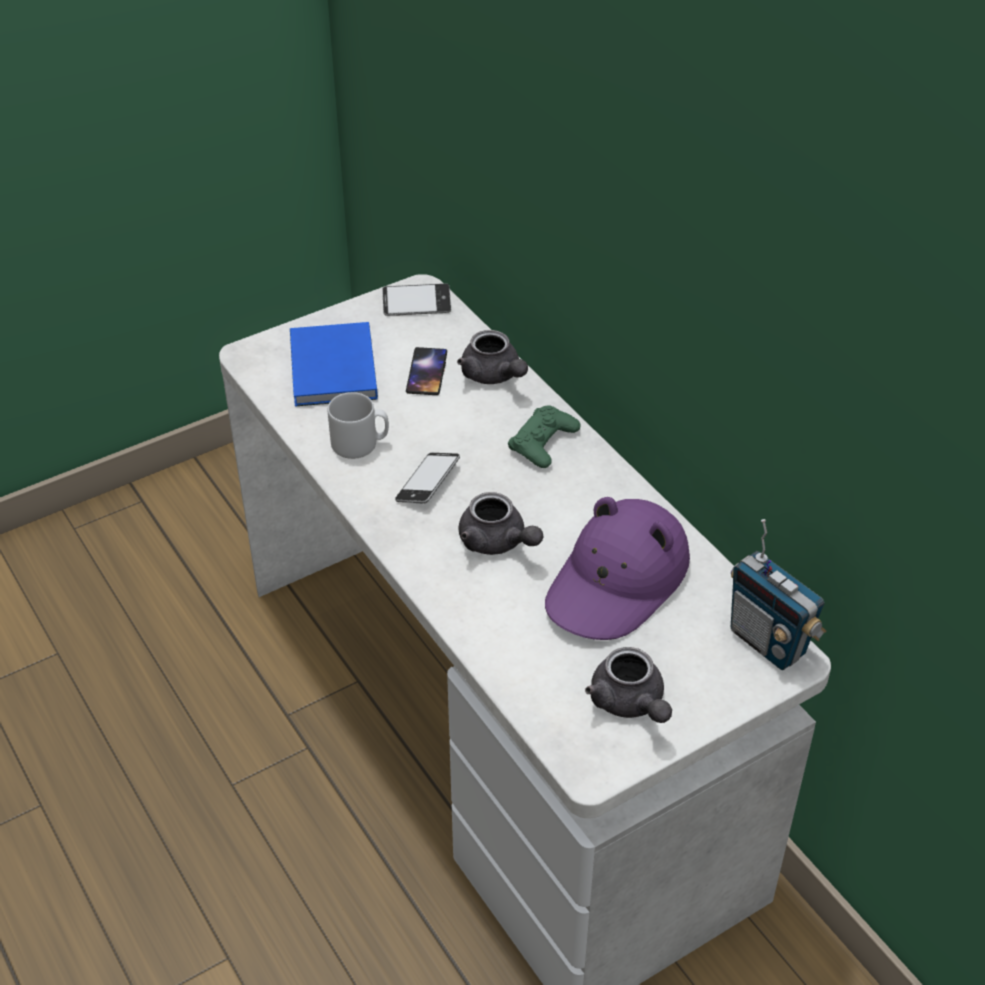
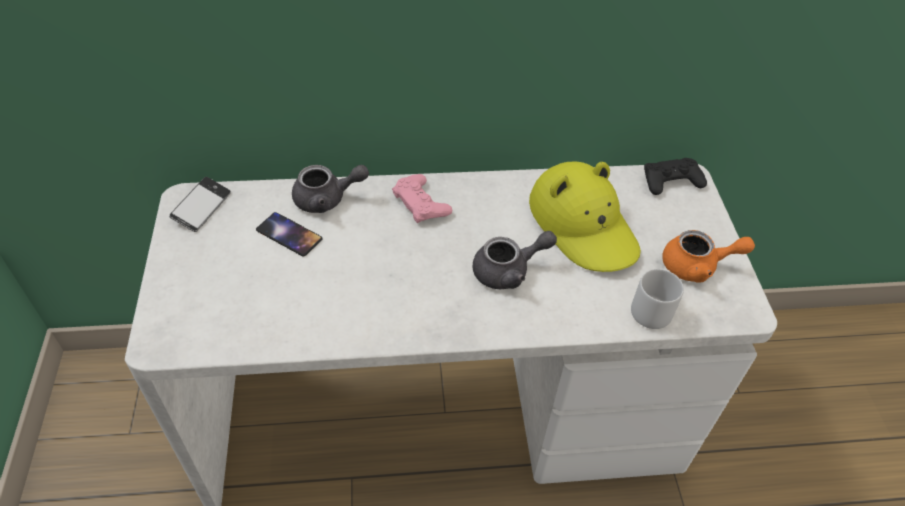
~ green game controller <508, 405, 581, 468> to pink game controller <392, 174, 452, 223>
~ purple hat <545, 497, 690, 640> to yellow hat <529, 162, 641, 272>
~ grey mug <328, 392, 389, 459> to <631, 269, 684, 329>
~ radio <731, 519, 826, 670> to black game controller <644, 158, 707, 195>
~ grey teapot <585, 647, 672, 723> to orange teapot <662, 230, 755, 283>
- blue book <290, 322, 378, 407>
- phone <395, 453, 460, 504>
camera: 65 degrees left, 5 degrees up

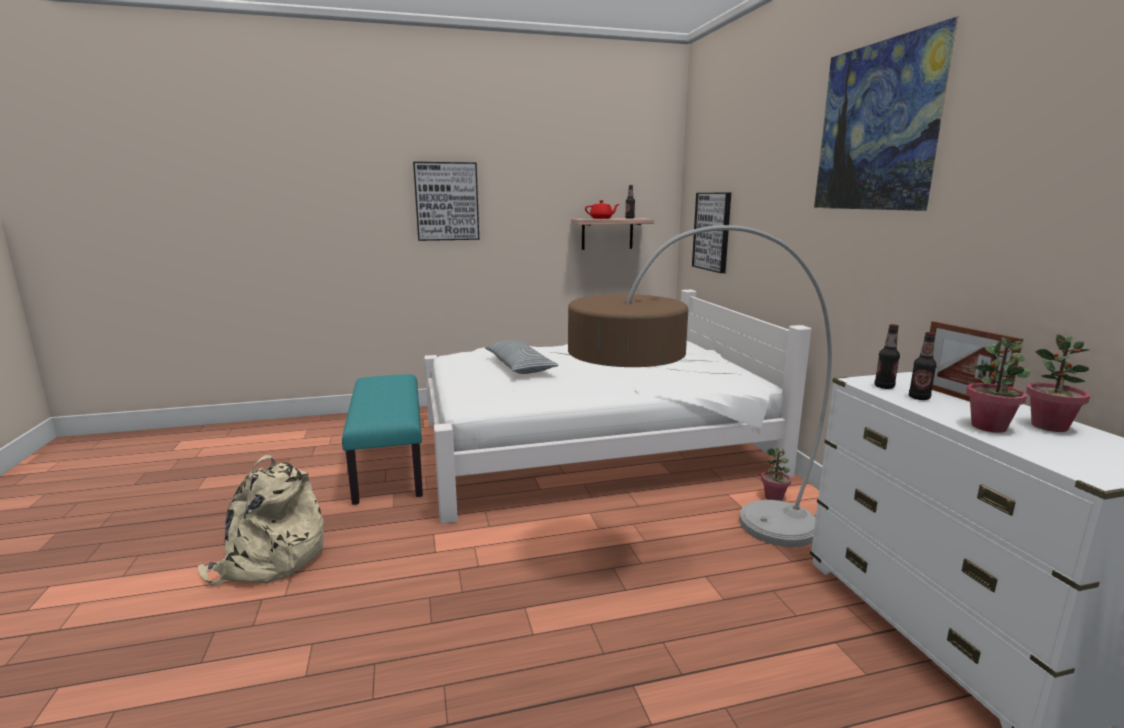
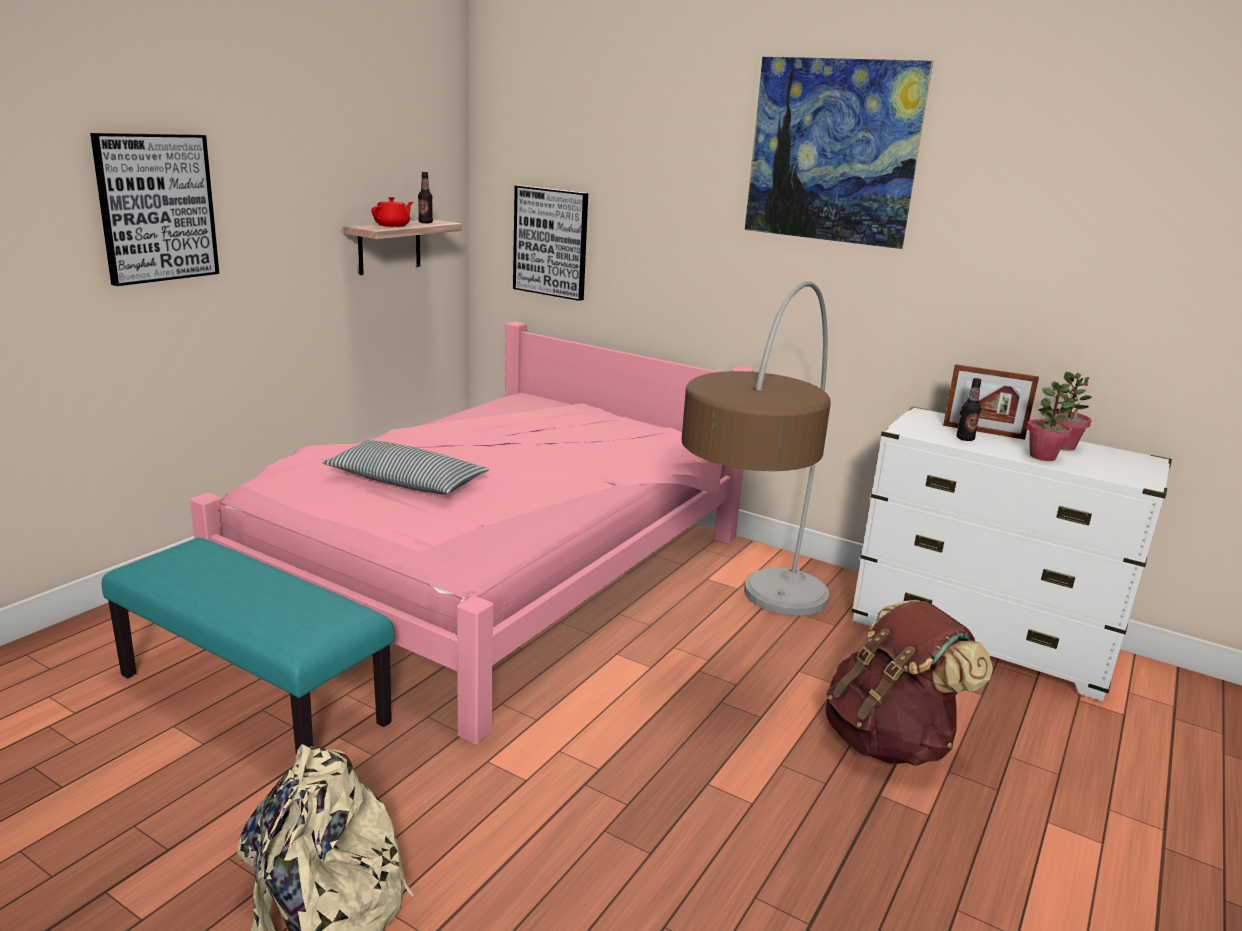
~ white bed <424, 290, 811, 524> to pink bed <190, 321, 755, 745>
+ brown backpack <826, 600, 993, 766>
- potted plant <761, 447, 791, 501>
- bottle <875, 324, 900, 389>
camera: 45 degrees left, 5 degrees up

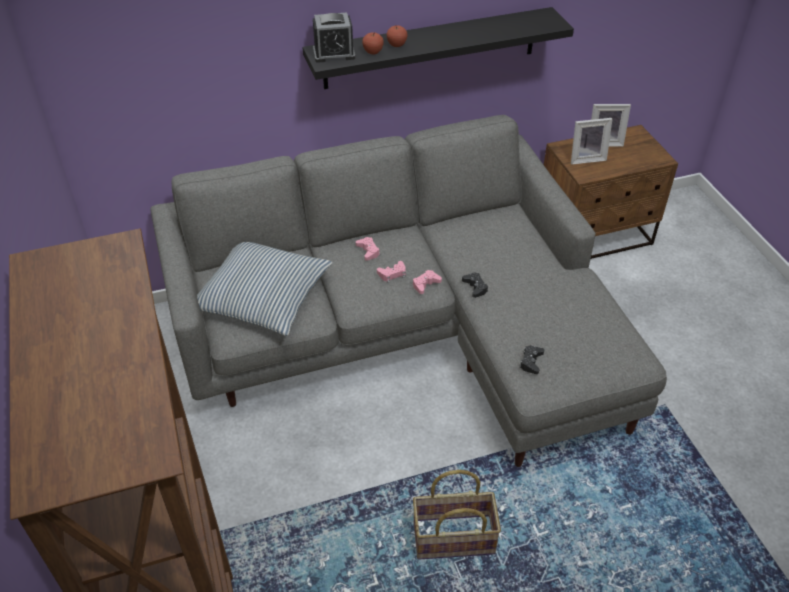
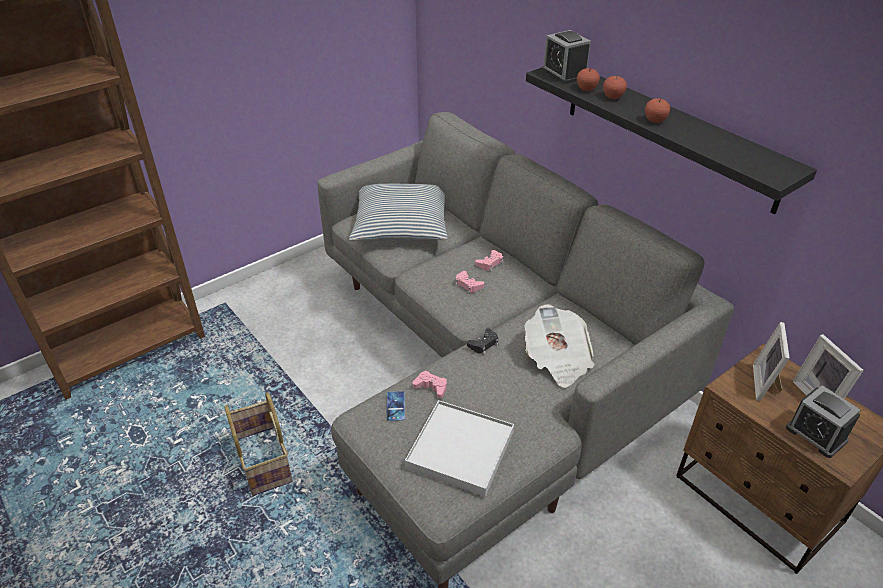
~ black game controller <519, 345, 544, 374> to phone <387, 391, 405, 421>
+ white tray <405, 400, 514, 497>
~ pink game controller <413, 270, 442, 294> to <413, 371, 447, 398>
+ newspaper <524, 304, 595, 388>
+ apple <645, 98, 670, 123>
~ picture frame <571, 118, 612, 165> = <753, 322, 790, 401> 45 degrees clockwise
+ alarm clock <786, 385, 860, 458>
camera: 70 degrees right, 5 degrees down

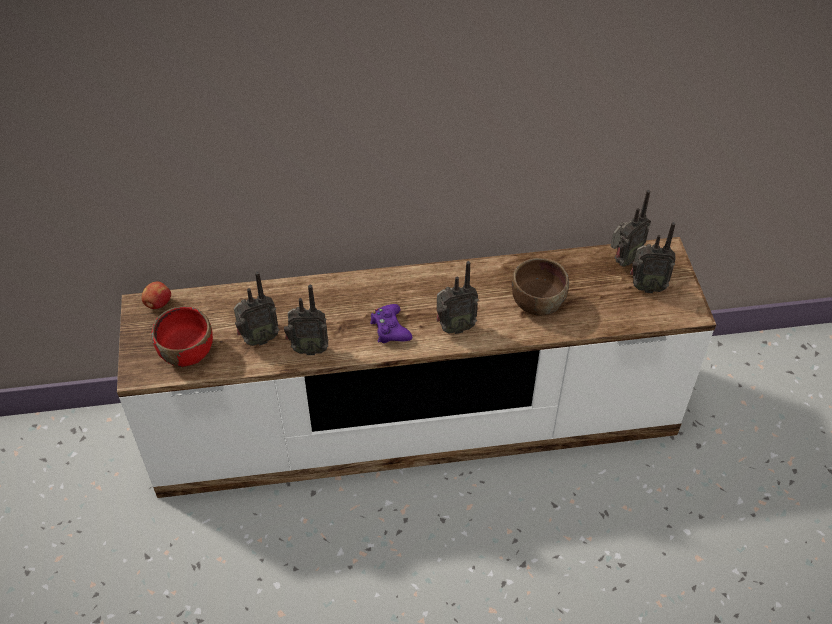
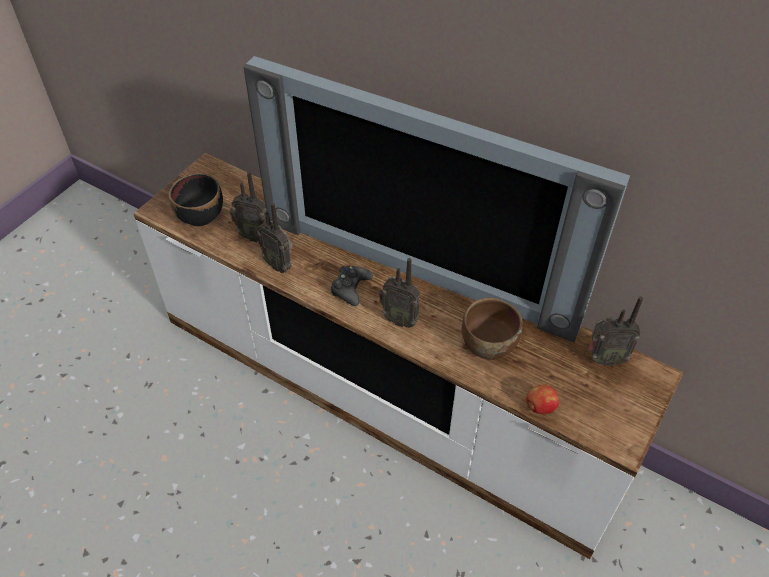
~ red bowl <151, 306, 213, 367> to black bowl <168, 173, 223, 226>
+ television <243, 56, 630, 342>
~ purple game controller <370, 304, 412, 343> to black game controller <331, 265, 373, 306>
~ apple <142, 282, 171, 309> to <526, 385, 559, 414>
- radio <630, 222, 676, 293>
camera: 40 degrees right, 0 degrees up

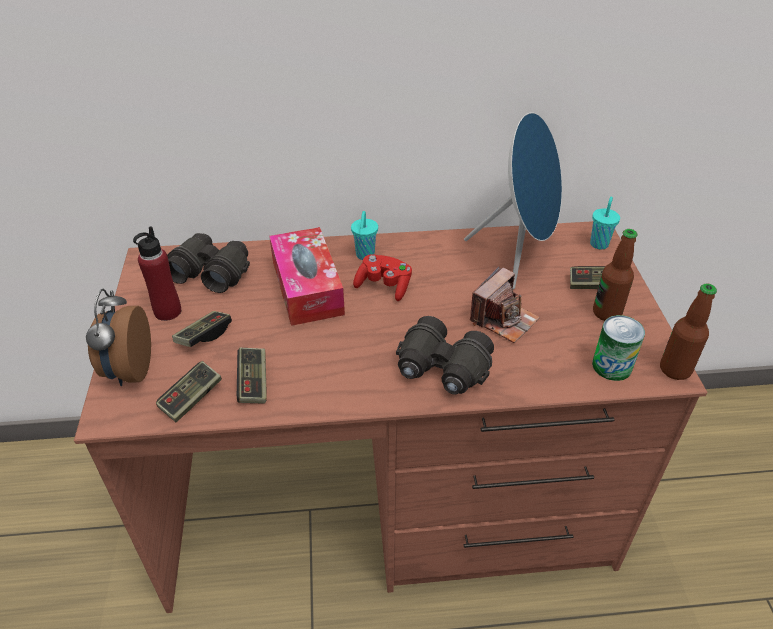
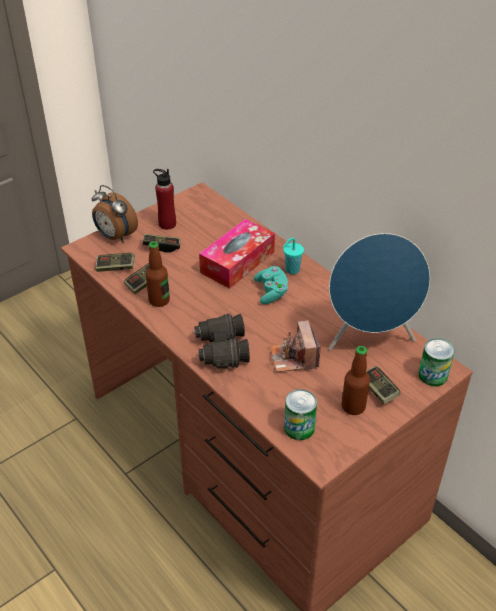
~ alarm clock <86, 289, 151, 386> = <92, 185, 138, 242> 105 degrees counterclockwise
~ bottle <660, 283, 717, 380> to <146, 241, 170, 307>
~ red game controller <353, 254, 412, 301> to turquoise game controller <254, 266, 288, 304>
~ photo camera <470, 266, 540, 343> = <270, 320, 320, 372> 75 degrees clockwise
~ turquoise cup <590, 197, 620, 249> to can <419, 338, 455, 386>
- black binoculars <167, 233, 250, 293>
camera: 55 degrees right, 0 degrees up

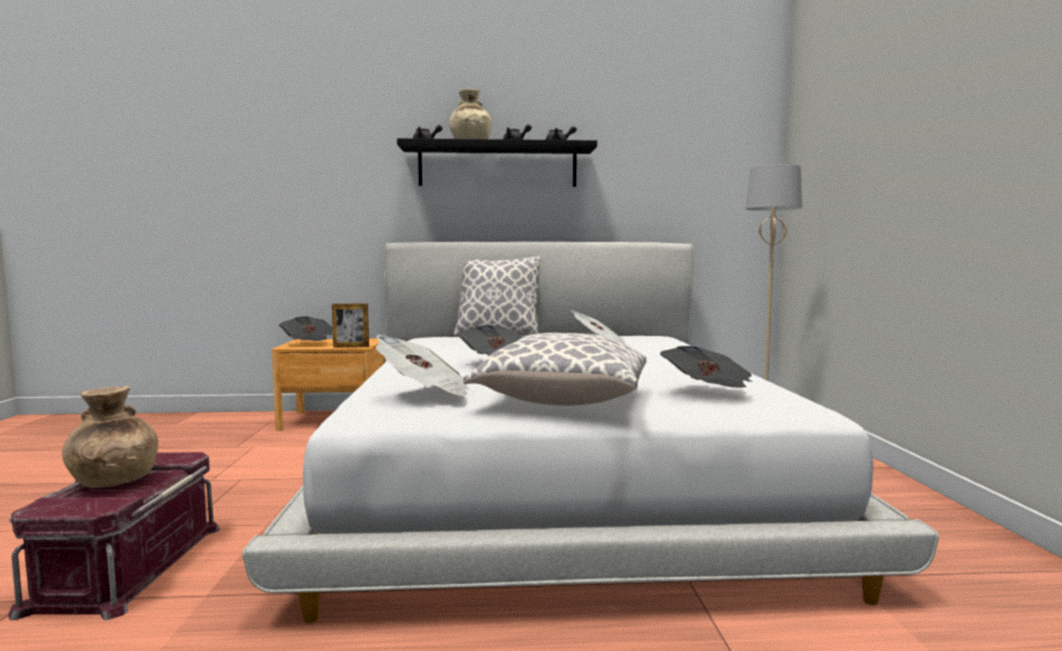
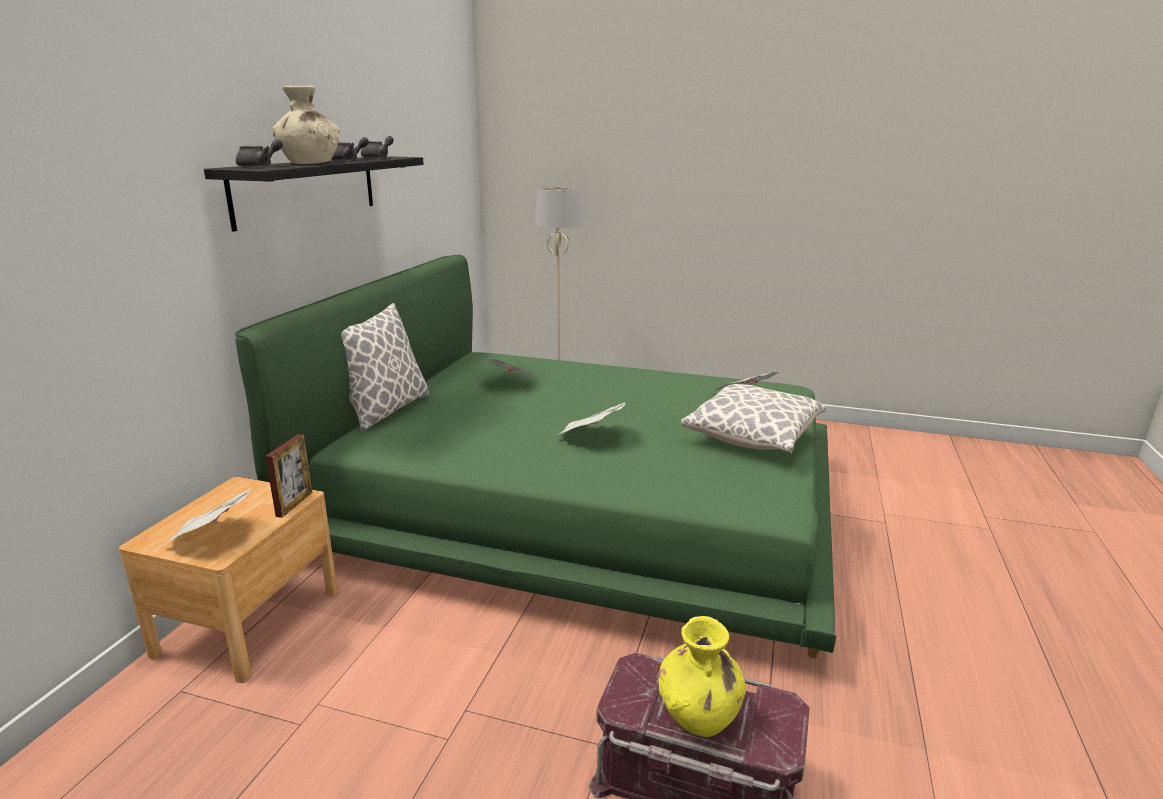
~ white bed <242, 242, 939, 623> to green bed <235, 254, 836, 658>
~ brown vase <62, 386, 158, 488> to yellow vase <658, 616, 746, 737>
- newspaper <376, 335, 467, 396>
camera: 70 degrees left, 15 degrees up

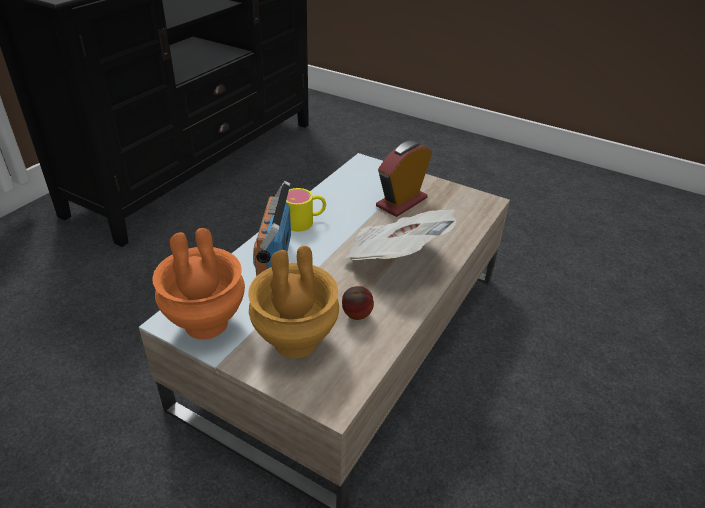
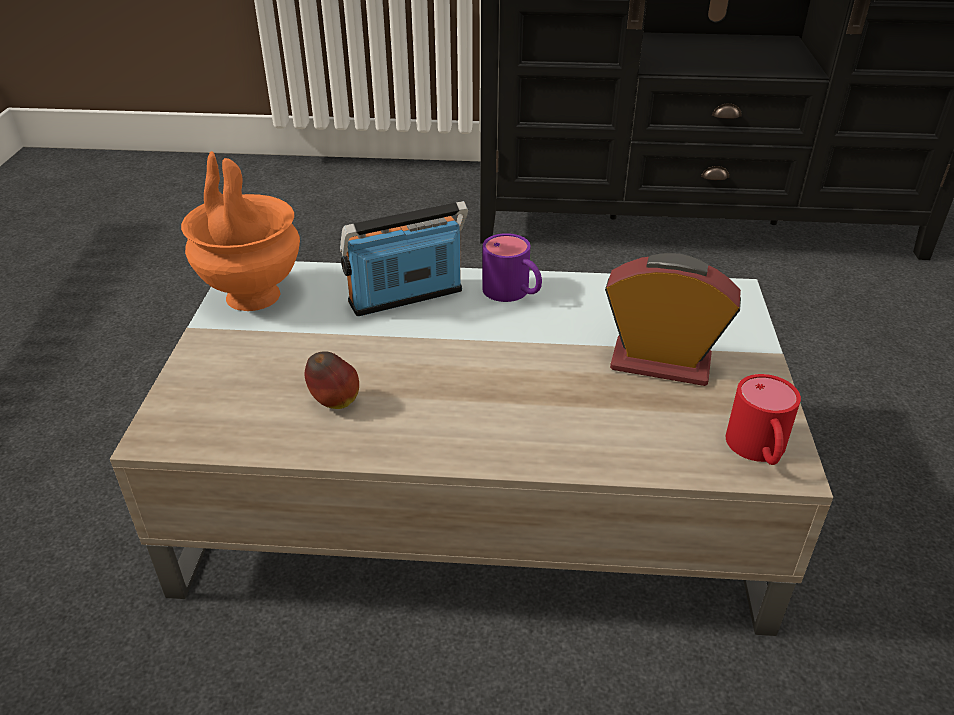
~ yellow mug <286, 188, 326, 232> to purple mug <482, 233, 542, 302>
+ red mug <726, 374, 801, 465>
- brown vase <248, 246, 339, 358>
- newspaper <343, 209, 456, 260>
camera: 65 degrees right, 0 degrees up

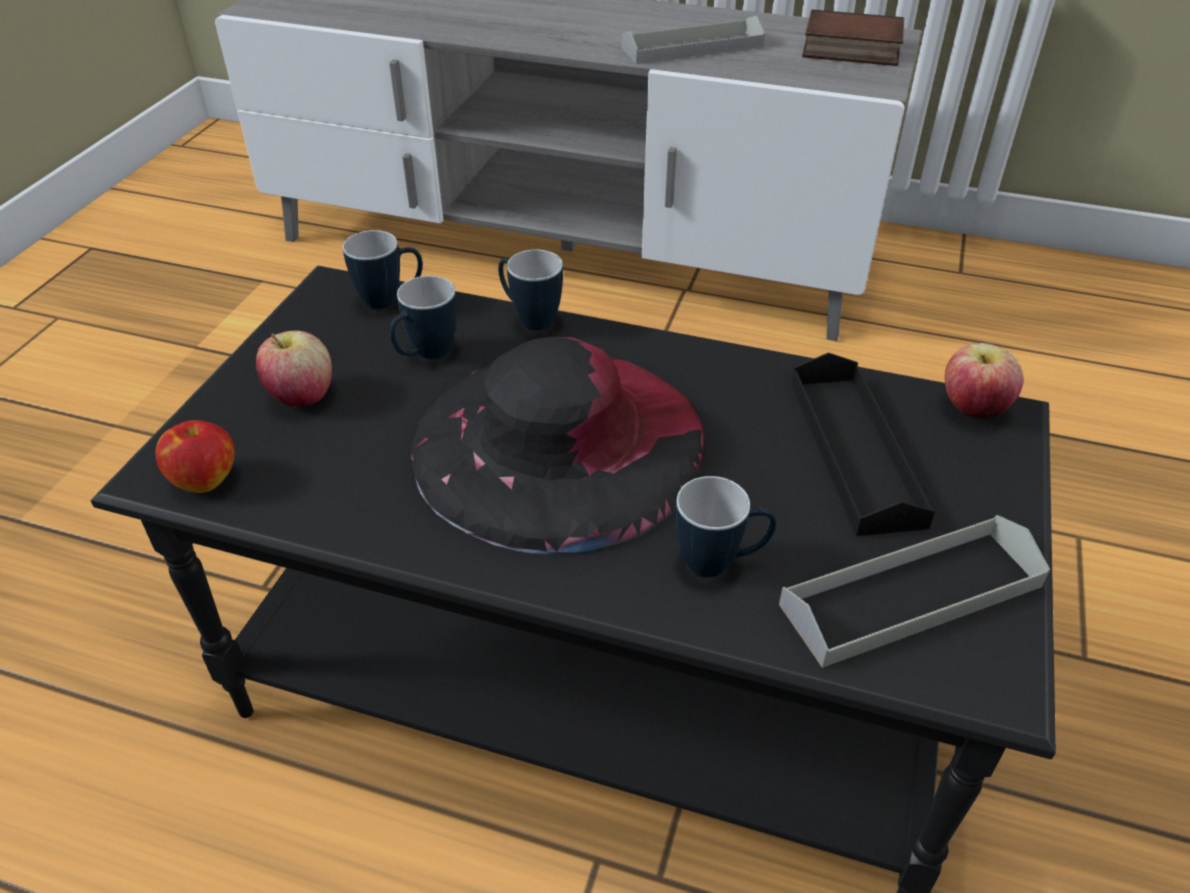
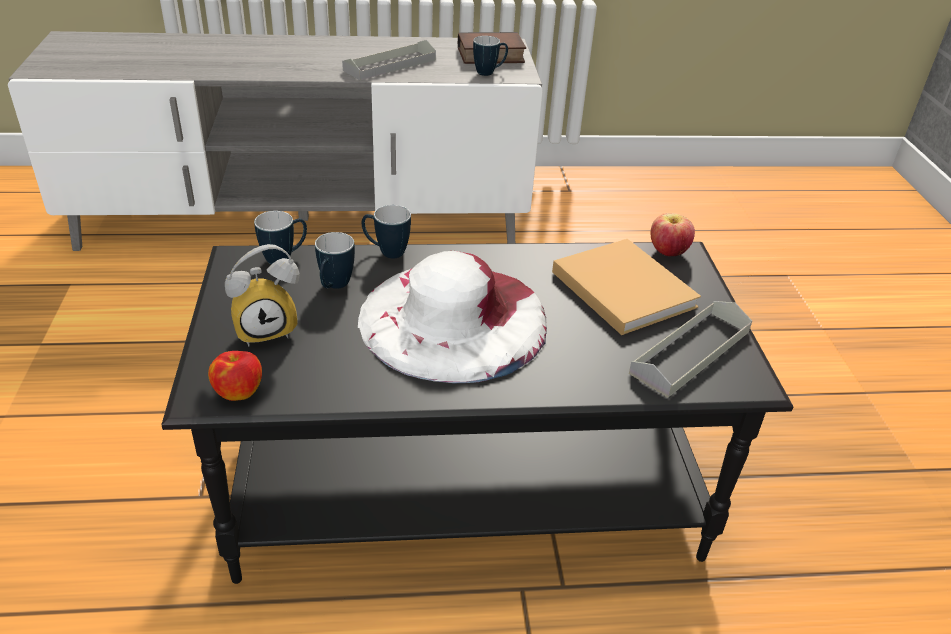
~ apple <256, 331, 332, 408> to alarm clock <225, 244, 300, 346>
~ black hat <411, 337, 705, 554> to white hat <358, 251, 547, 383>
~ mug <675, 476, 776, 577> to <473, 36, 508, 76>
~ black tray <791, 353, 935, 536> to beige book <552, 239, 701, 335>
camera: 25 degrees left, 5 degrees down

